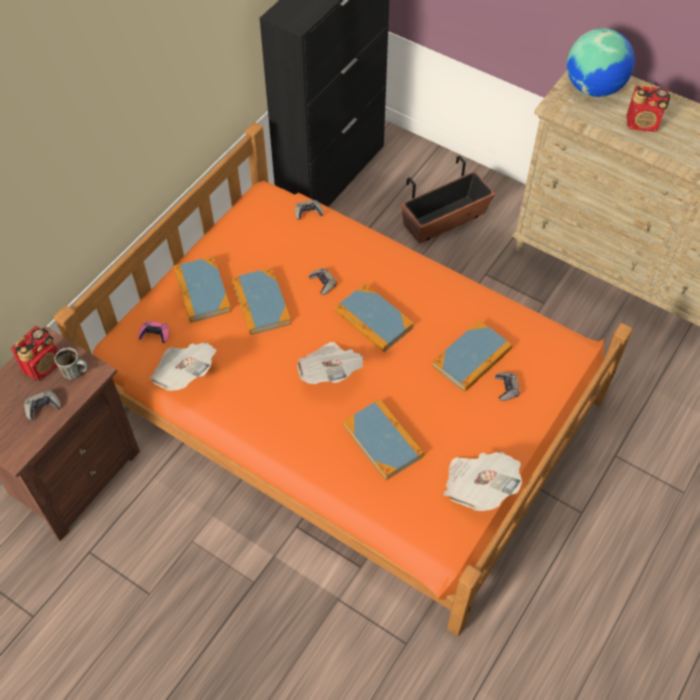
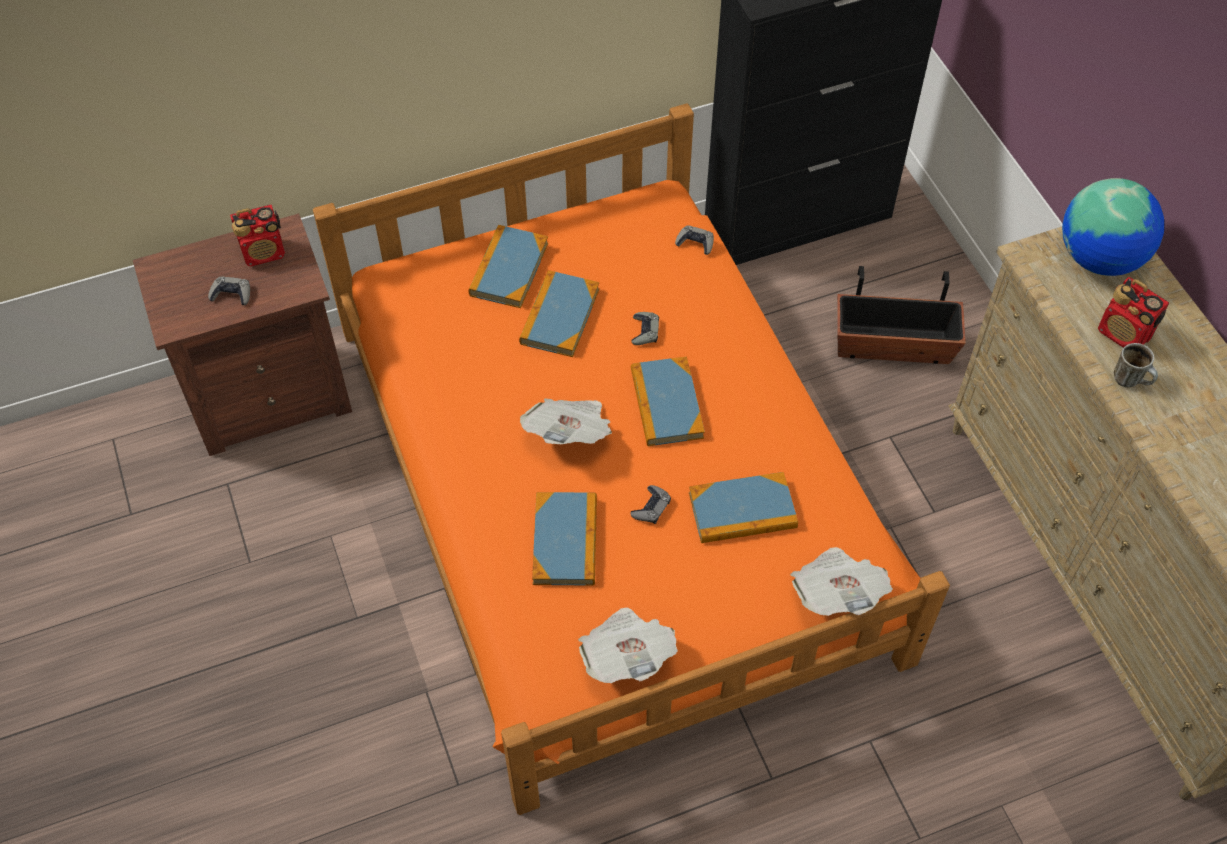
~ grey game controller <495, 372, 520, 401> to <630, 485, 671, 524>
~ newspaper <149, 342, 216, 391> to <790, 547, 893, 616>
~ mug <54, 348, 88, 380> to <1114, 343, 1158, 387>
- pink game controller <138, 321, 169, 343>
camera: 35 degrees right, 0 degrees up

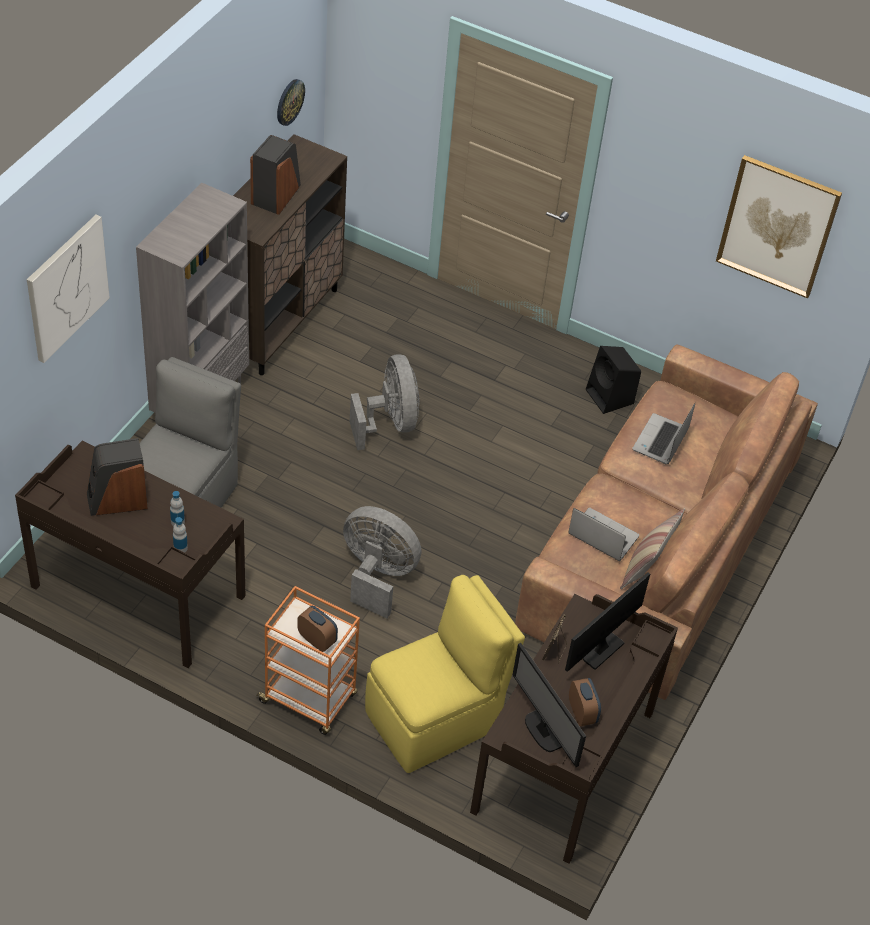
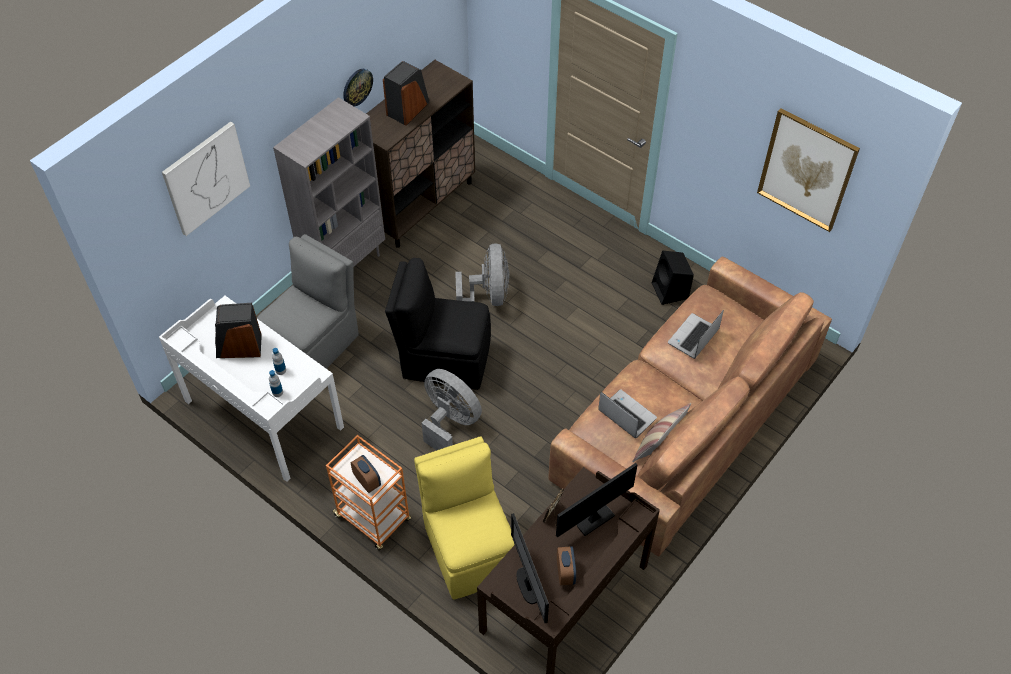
~ brown desk <15, 441, 245, 668> to white desk <159, 296, 344, 482>
~ wall clock <277, 79, 305, 126> to <343, 69, 373, 107>
+ black chair <385, 258, 491, 390>
~ yellow chair <365, 575, 525, 773> = <414, 436, 515, 599> 90 degrees counterclockwise
camera: 15 degrees right, 5 degrees up

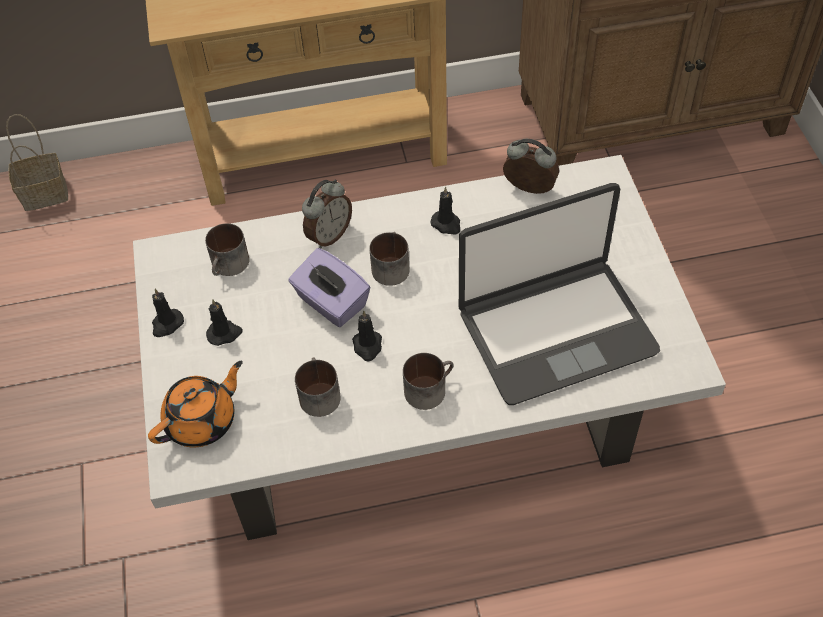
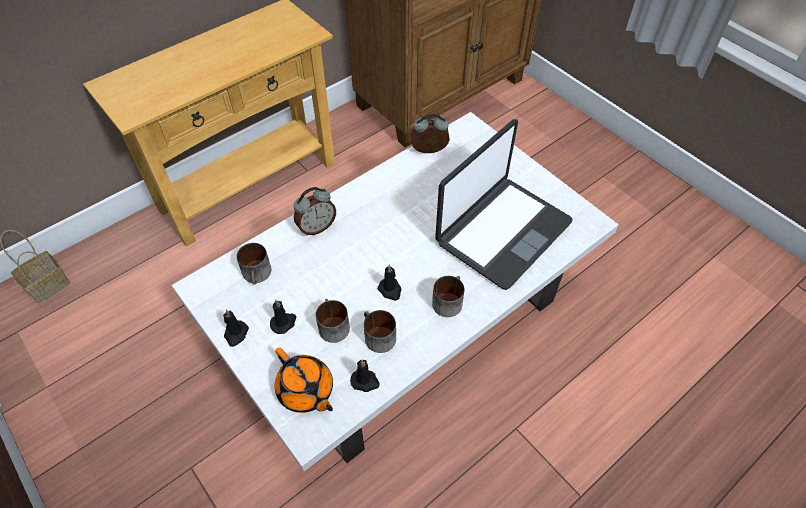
~ orange teapot <148, 361, 243, 448> = <275, 347, 333, 413> 120 degrees clockwise
~ alarm clock <302, 179, 352, 249> = <294, 187, 336, 235> 45 degrees clockwise
~ mug <369, 232, 410, 286> to <316, 299, 350, 343>
~ black candle <430, 186, 460, 234> to <350, 359, 380, 392>
- purple tissue box <289, 248, 370, 327>
camera: 30 degrees left, 0 degrees up

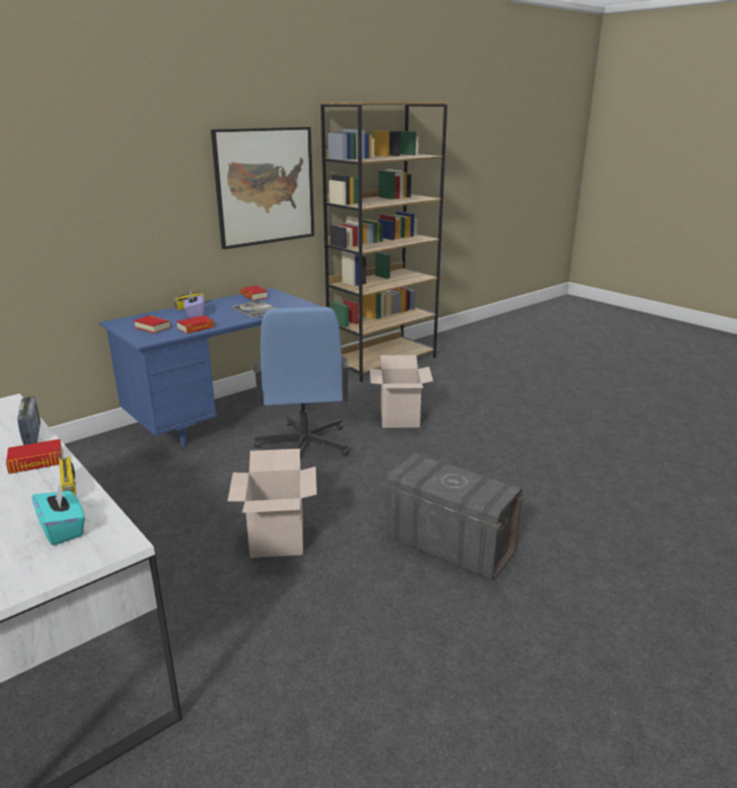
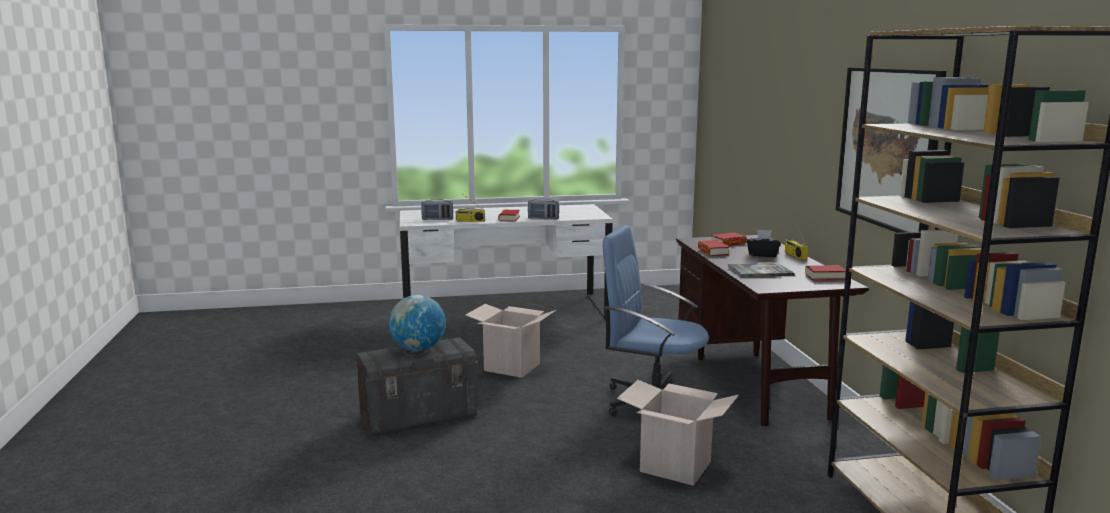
+ globe <389, 295, 446, 351>
~ turquoise tissue box <32, 485, 85, 545> to radio <421, 199, 453, 220>
~ blue desk <99, 288, 321, 447> to brown desk <676, 235, 869, 426>
~ purple tissue box <184, 291, 204, 318> to black tissue box <747, 230, 780, 257>
camera: 120 degrees right, 10 degrees down

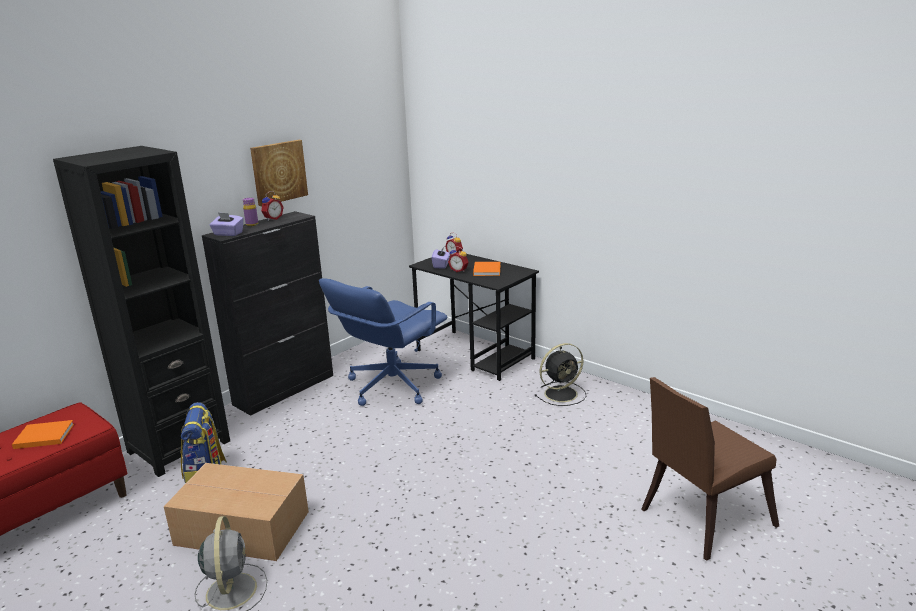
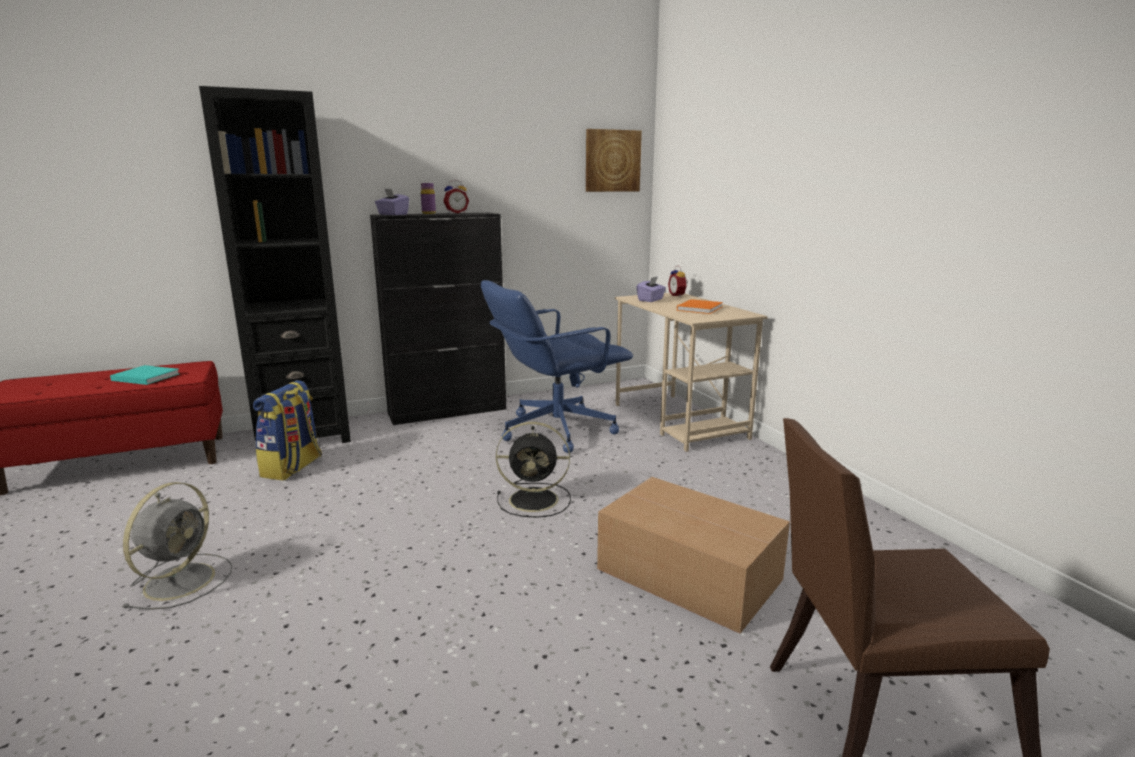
~ orange book <12, 420, 74, 449> to turquoise book <110, 365, 180, 385>
~ black fan <534, 343, 586, 406> to <496, 422, 571, 518>
~ picture <250, 140, 308, 206> to <586, 129, 642, 192>
~ cardboard box <164, 463, 309, 561> to <597, 477, 790, 634>
~ black desk <409, 254, 539, 381> to beige desk <615, 293, 768, 452>
- alarm clock <448, 246, 469, 272>
camera: 25 degrees right, 5 degrees down

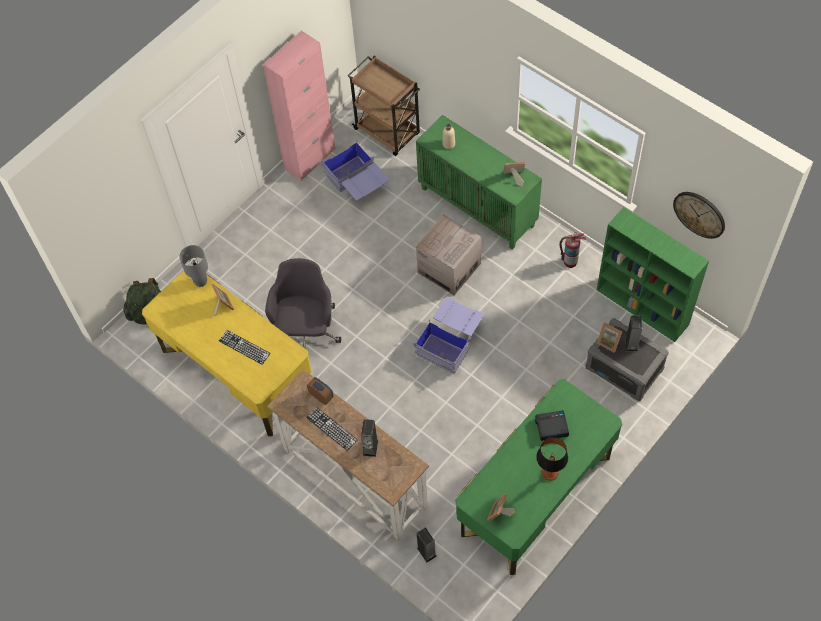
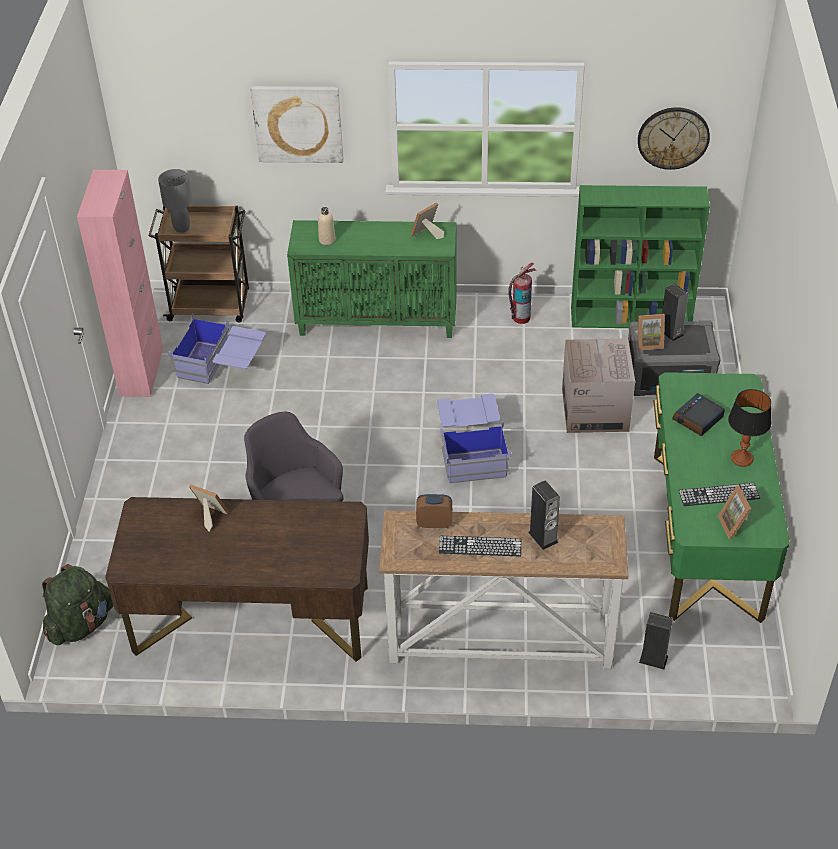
~ yellow desk <142, 265, 311, 436> to brown desk <105, 497, 369, 661>
~ grey table lamp <179, 245, 208, 287> to <158, 169, 192, 233>
+ picture <250, 86, 344, 163>
~ cardboard box <416, 214, 481, 296> to <562, 338, 635, 433>
~ keyboard <219, 330, 271, 365> to <679, 483, 760, 506>
camera: 40 degrees left, 15 degrees down

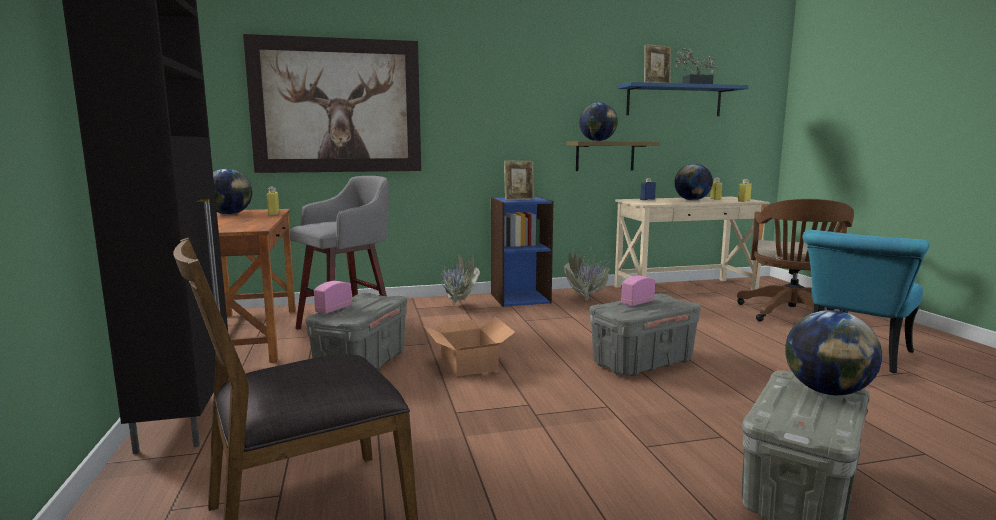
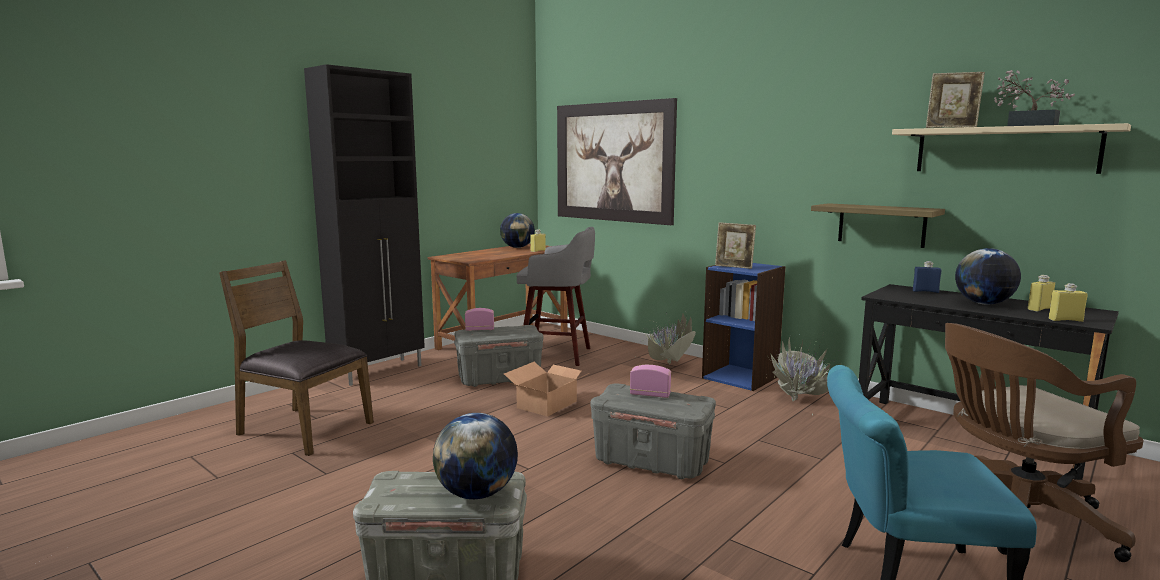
~ beige desk <615, 196, 770, 290> to black desk <859, 284, 1119, 480>
~ blue shelf <617, 82, 749, 116> to beige shelf <892, 123, 1131, 174>
- globe <579, 102, 618, 141>
camera: 55 degrees right, 0 degrees up

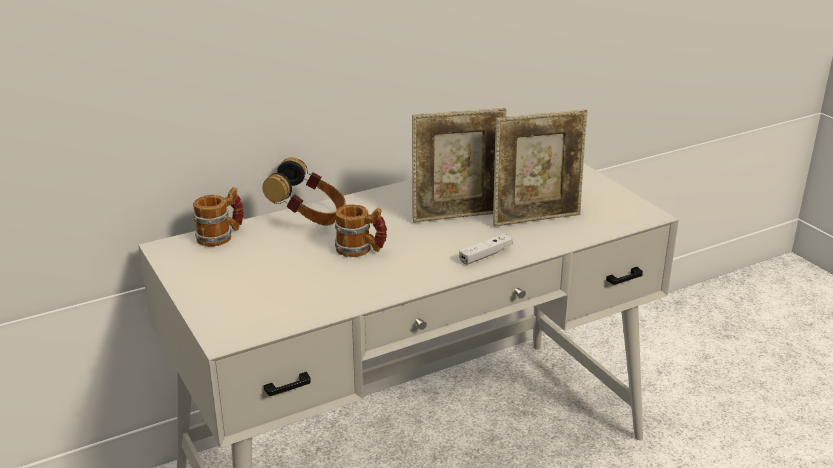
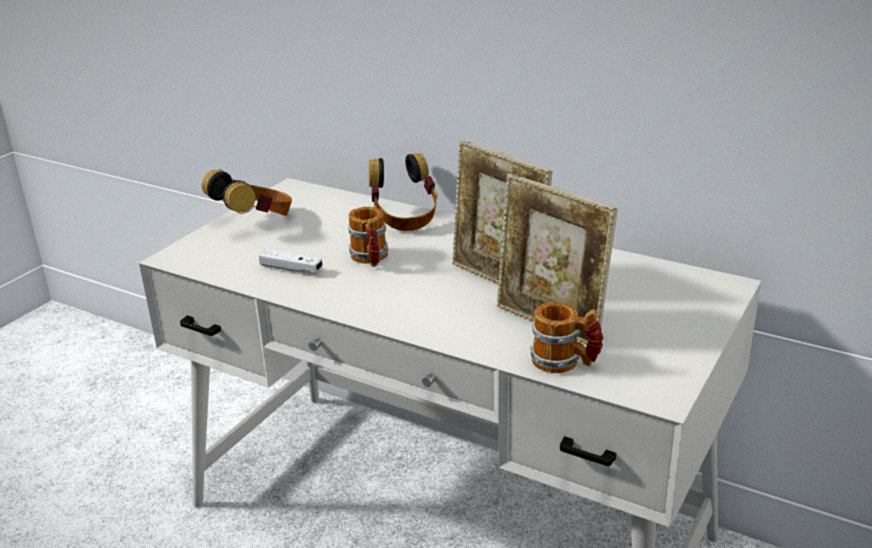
+ headphones <202, 169, 292, 216>
~ white game controller <459, 234, 513, 265> to <259, 249, 323, 273>
~ mug <193, 187, 244, 247> to <530, 302, 603, 373>
camera: 60 degrees right, 0 degrees up

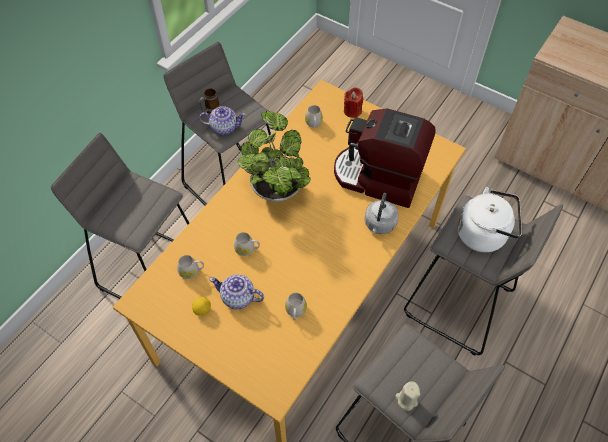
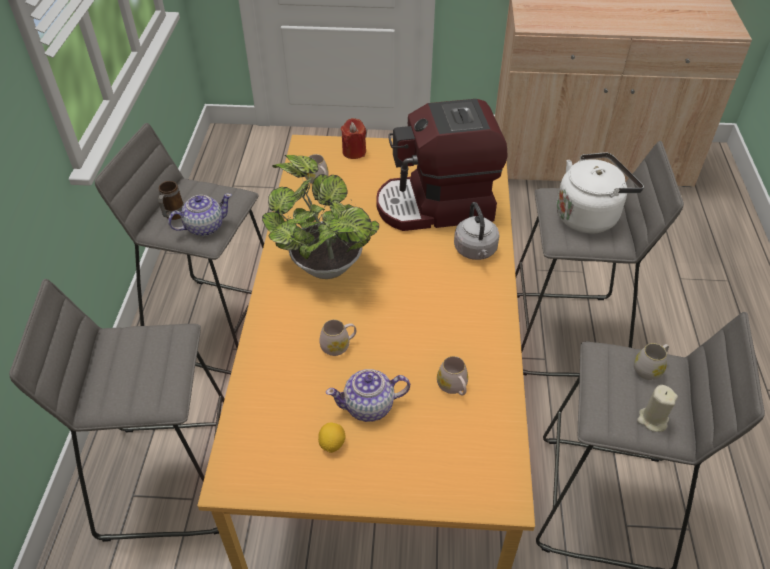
~ white mug <177, 255, 204, 279> to <634, 343, 669, 380>
camera: 30 degrees left, 10 degrees down

